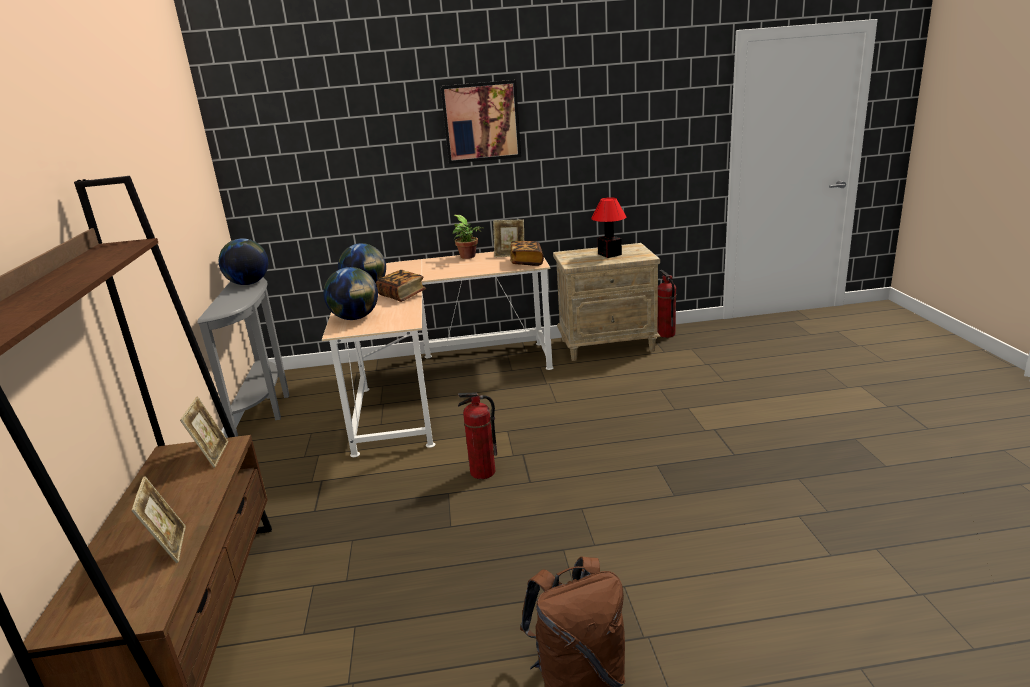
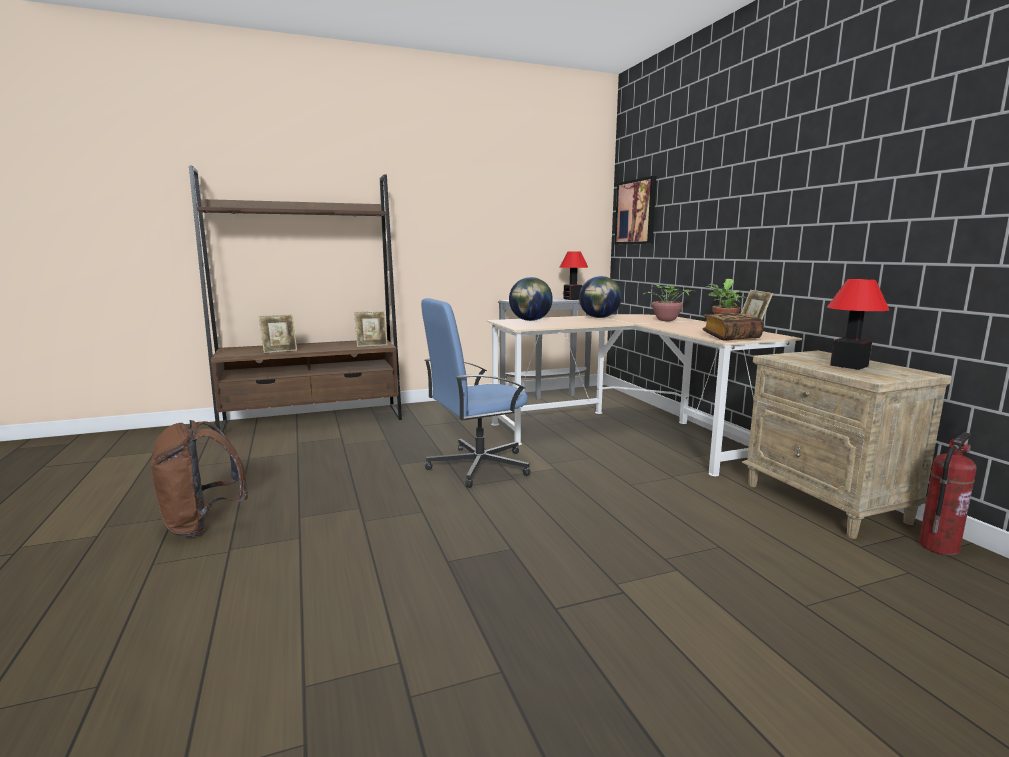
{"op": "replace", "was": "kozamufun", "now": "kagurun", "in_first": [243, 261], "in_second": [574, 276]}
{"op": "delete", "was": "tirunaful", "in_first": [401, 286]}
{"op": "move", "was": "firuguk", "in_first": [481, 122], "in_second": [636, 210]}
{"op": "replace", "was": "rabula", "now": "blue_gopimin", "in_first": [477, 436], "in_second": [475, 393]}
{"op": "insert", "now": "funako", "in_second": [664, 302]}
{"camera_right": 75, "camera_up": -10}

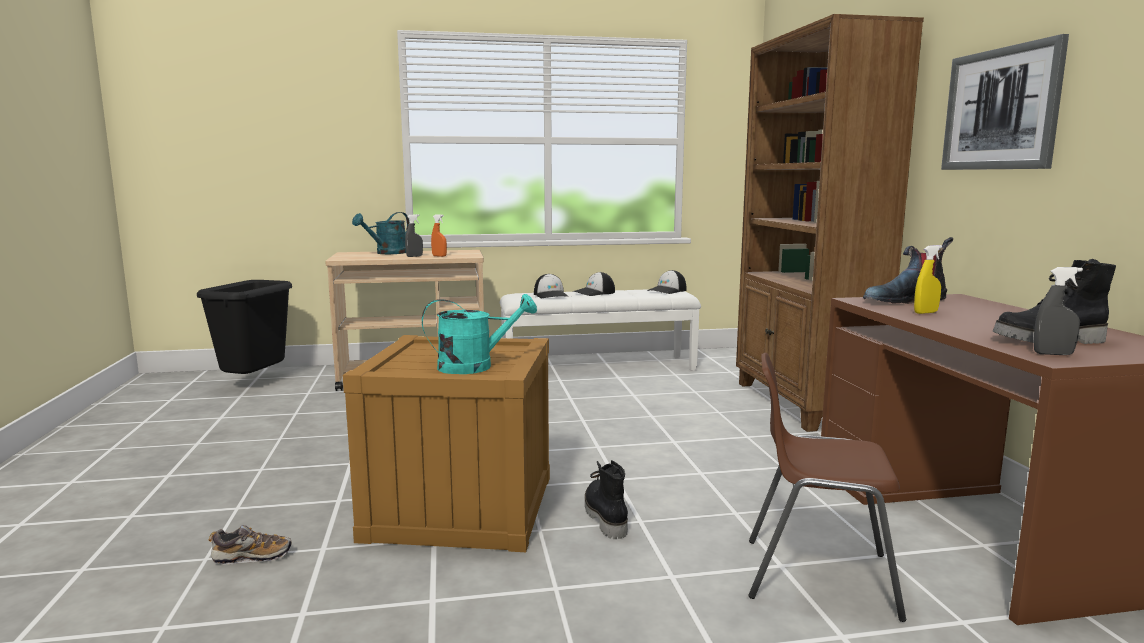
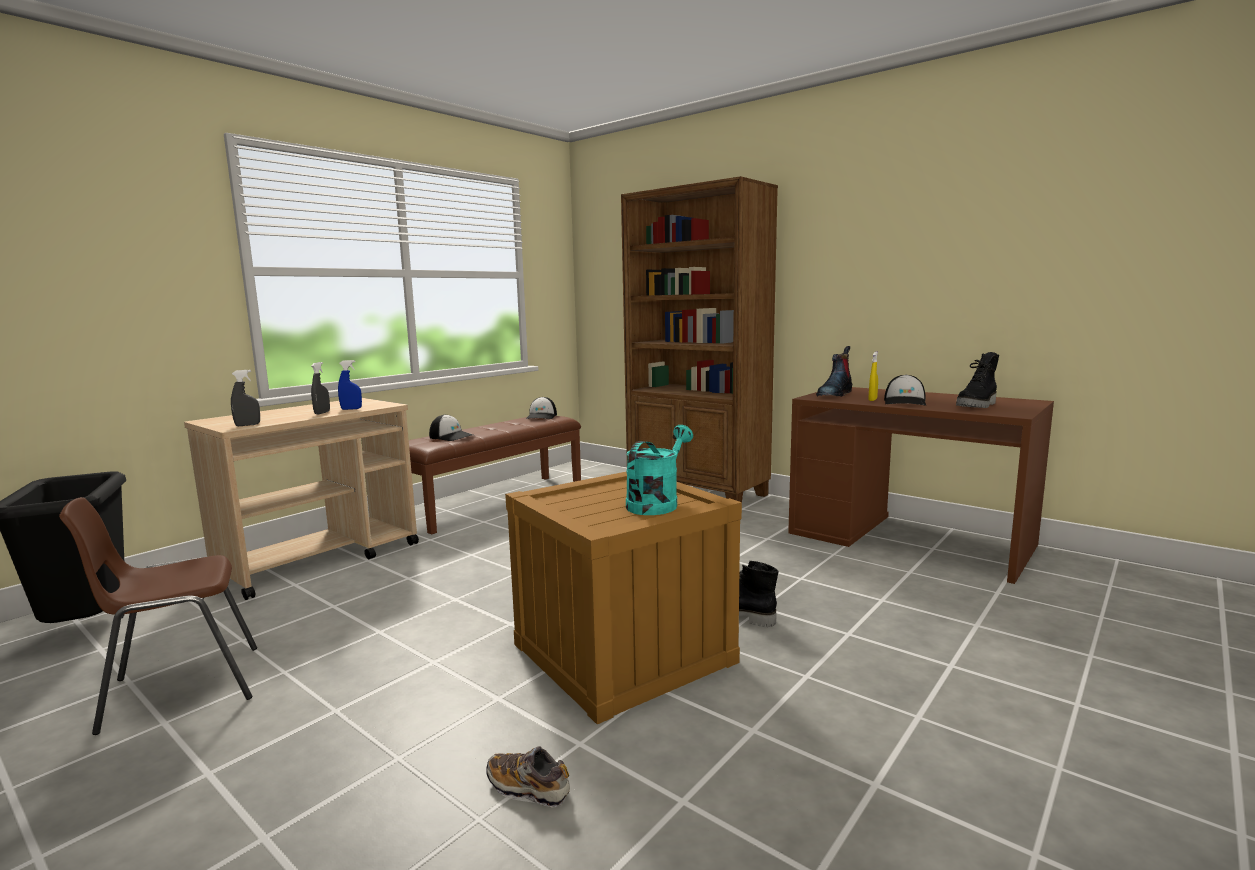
{"op": "rotate", "was": "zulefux", "in_first": [250, 545], "in_second": [528, 777], "clockwise": -105}
{"op": "delete", "was": "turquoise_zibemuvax", "in_first": [381, 233]}
{"op": "recolor", "was": "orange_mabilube", "now": "blue_mabilube", "in_first": [439, 235], "in_second": [350, 385]}
{"op": "recolor", "was": "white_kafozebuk", "now": "brown_kafozebuk", "in_first": [600, 330], "in_second": [495, 475]}
{"op": "move", "was": "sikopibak", "in_first": [594, 284], "in_second": [905, 390]}
{"op": "move", "was": "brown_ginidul", "in_first": [827, 487], "in_second": [158, 616]}
{"op": "delete", "was": "firuguk", "in_first": [1005, 102]}
{"op": "move", "was": "grey_mabilube", "in_first": [1058, 311], "in_second": [245, 398]}
{"camera_right": -40, "camera_up": 0}

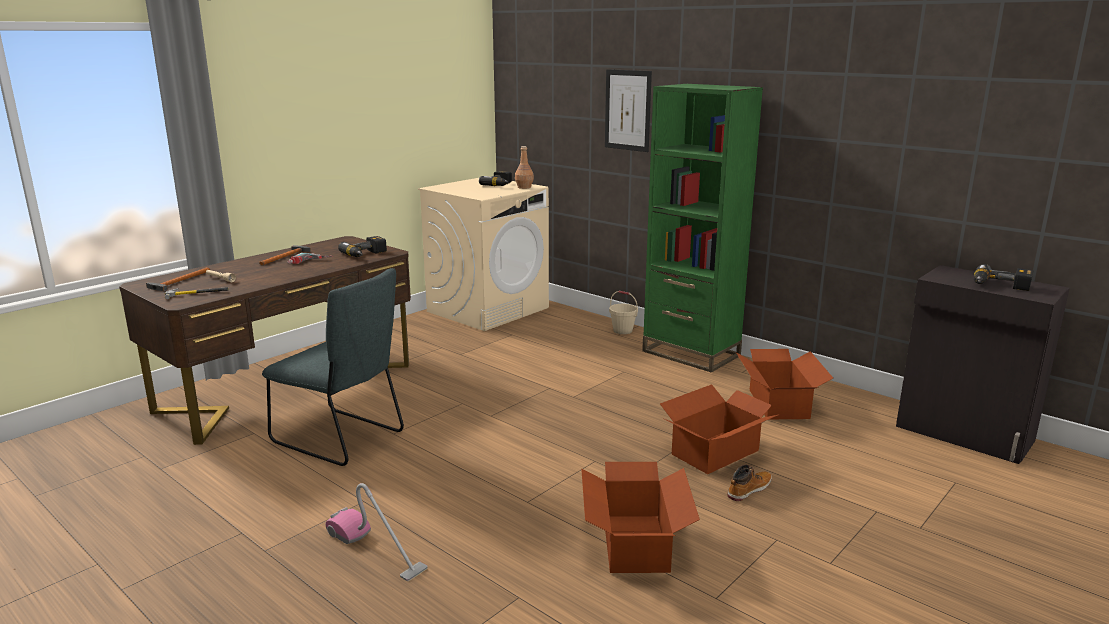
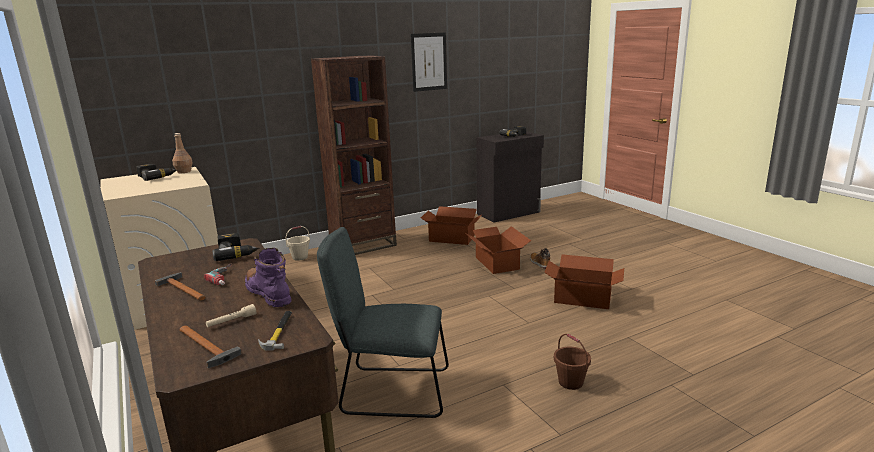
{"op": "rotate", "was": "grey_ginidul", "in_first": [333, 367], "in_second": [383, 322], "clockwise": -135}
{"op": "replace", "was": "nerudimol", "now": "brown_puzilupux", "in_first": [377, 532], "in_second": [572, 362]}
{"op": "move", "was": "firuguk", "in_first": [628, 110], "in_second": [429, 62]}
{"op": "recolor", "was": "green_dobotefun", "now": "brown_dobotefun", "in_first": [702, 228], "in_second": [354, 155]}
{"op": "insert", "now": "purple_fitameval", "in_second": [268, 277]}
{"camera_right": -70, "camera_up": 0}

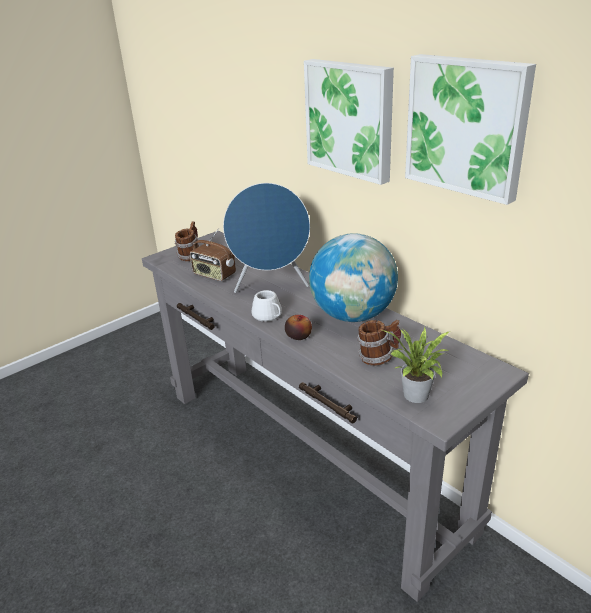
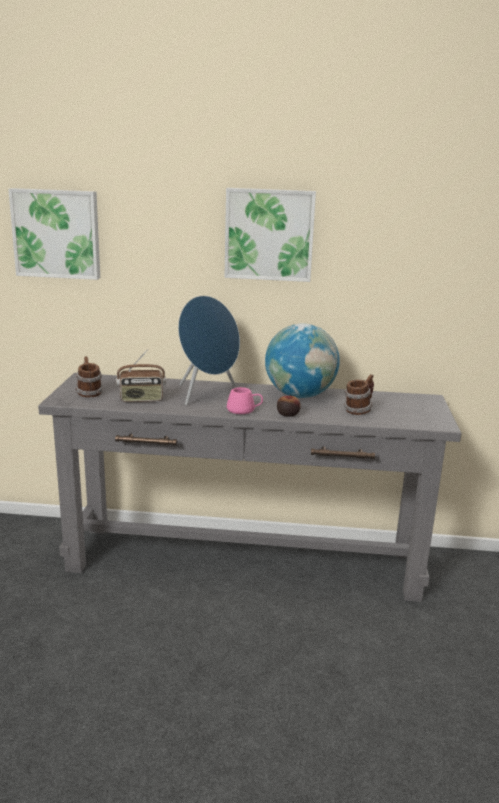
{"op": "recolor", "was": "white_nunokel", "now": "pink_nunokel", "in_first": [267, 306], "in_second": [245, 400]}
{"op": "delete", "was": "funako", "in_first": [415, 365]}
{"op": "move", "was": "firuguk", "in_first": [470, 129], "in_second": [54, 234]}
{"camera_right": -45, "camera_up": -10}

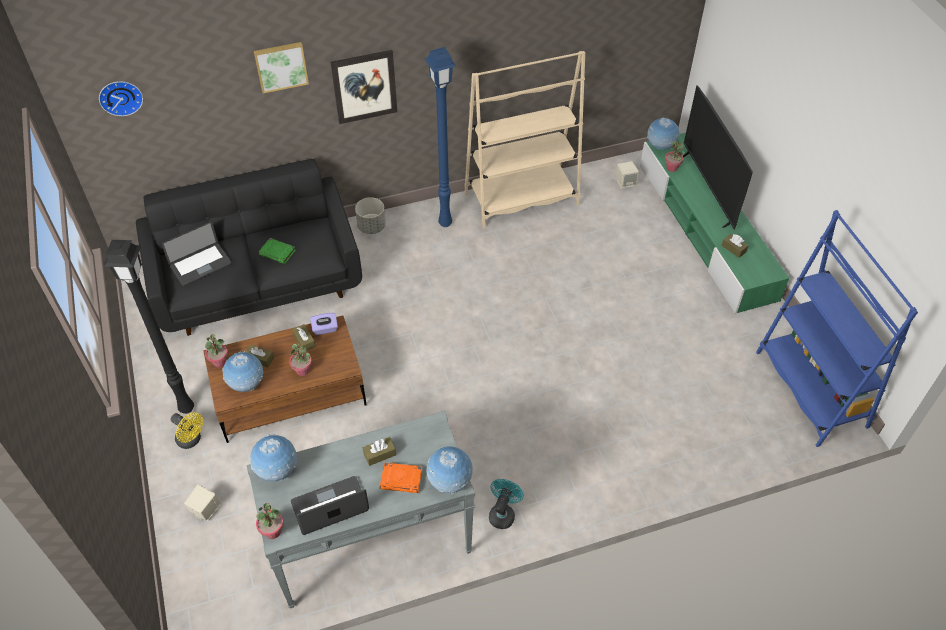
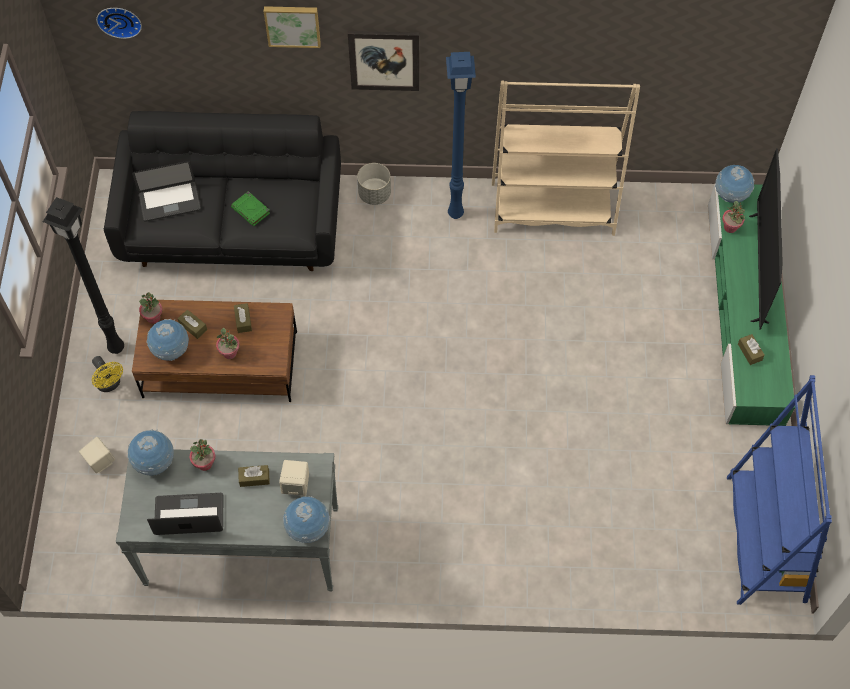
{"op": "move", "was": "funako", "in_first": [270, 521], "in_second": [203, 455]}
{"op": "delete", "was": "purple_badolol", "in_first": [324, 324]}
{"op": "delete", "was": "orange_tirunaful", "in_first": [401, 478]}
{"op": "delete", "was": "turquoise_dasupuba", "in_first": [506, 504]}
{"op": "move", "was": "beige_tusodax", "in_first": [627, 175], "in_second": [294, 478]}
{"camera_right": 20, "camera_up": 10}

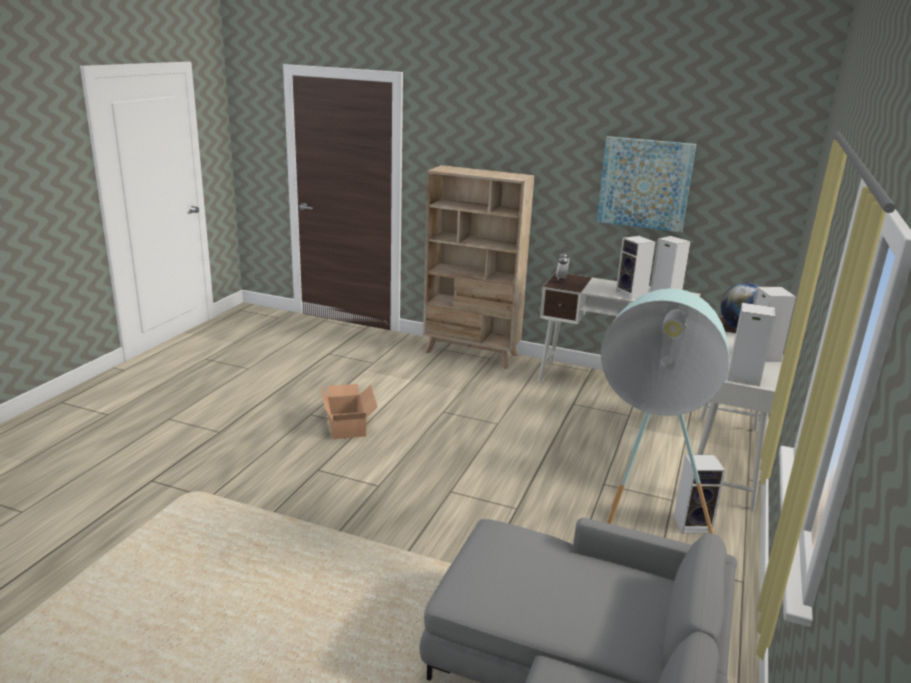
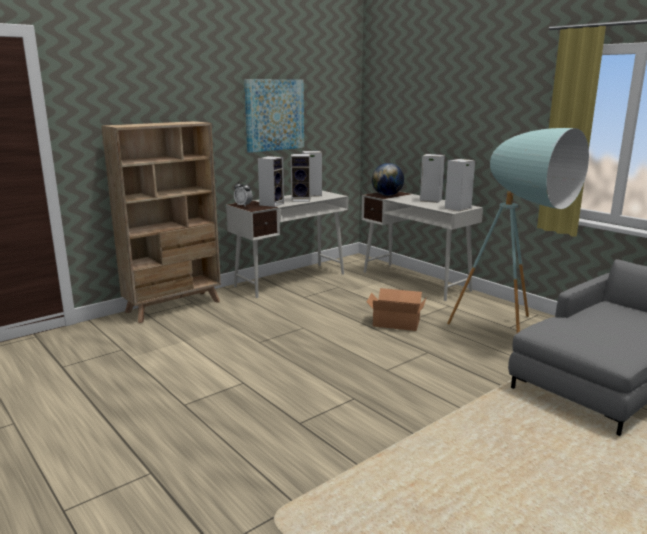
{"op": "move", "was": "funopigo", "in_first": [349, 411], "in_second": [396, 309]}
{"op": "move", "was": "tusodax", "in_first": [699, 494], "in_second": [271, 181]}
{"camera_right": -60, "camera_up": -5}

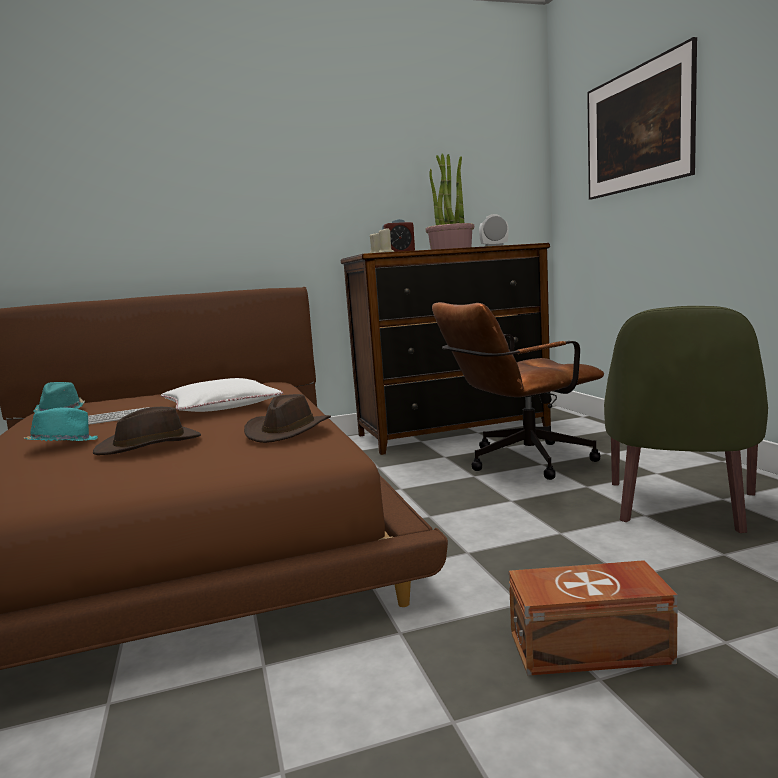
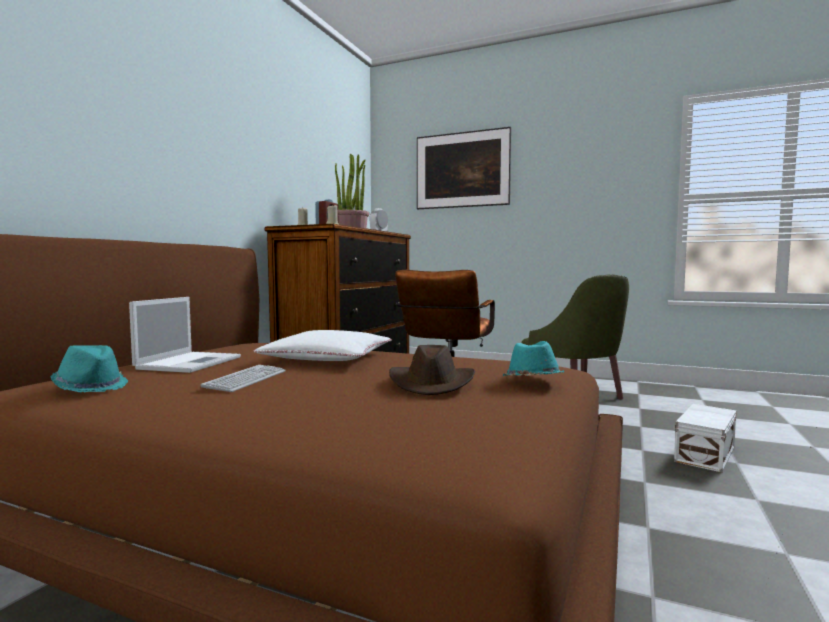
{"op": "move", "was": "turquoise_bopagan", "in_first": [61, 424], "in_second": [533, 358]}
{"op": "delete", "was": "brown_bopagan", "in_first": [287, 418]}
{"op": "recolor", "was": "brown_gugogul", "now": "white_gugogul", "in_first": [593, 618], "in_second": [705, 438]}
{"op": "insert", "now": "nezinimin", "in_second": [185, 335]}
{"camera_right": -50, "camera_up": -5}

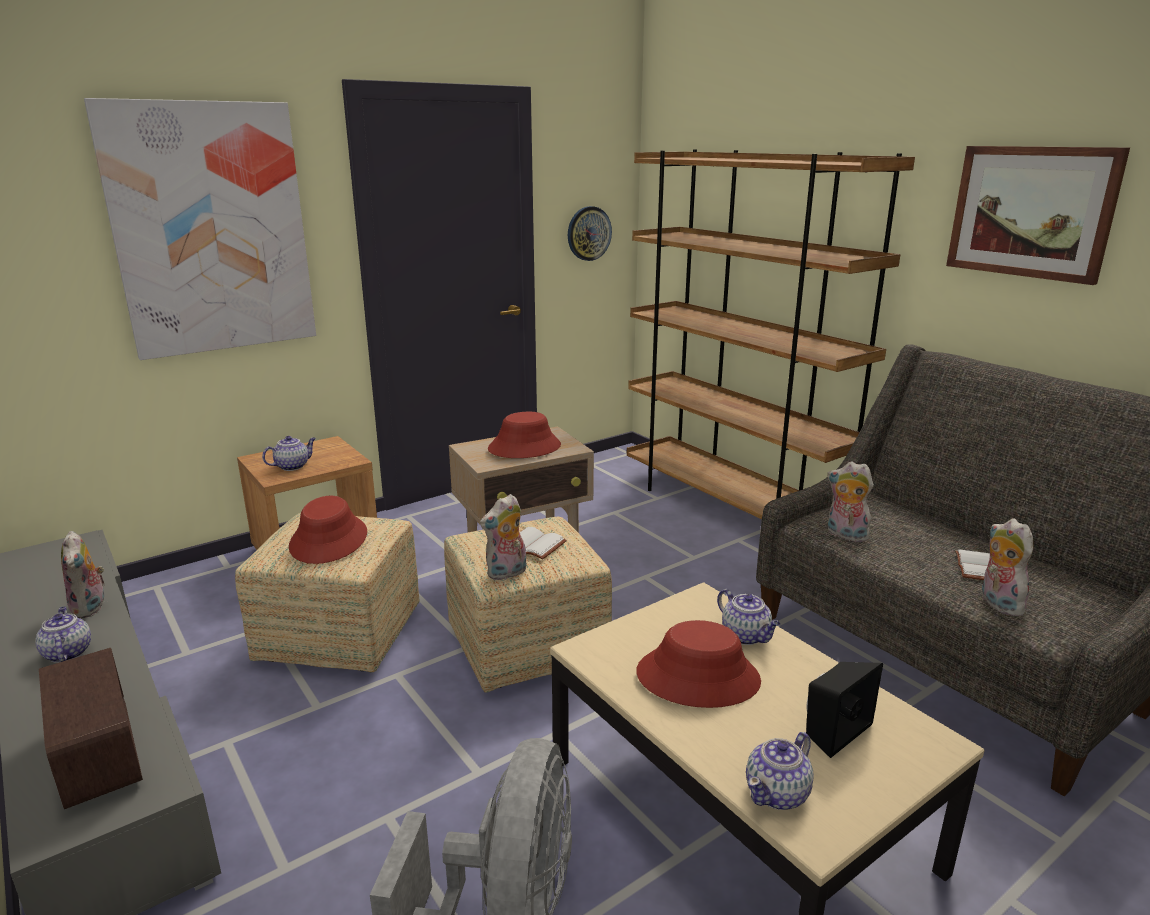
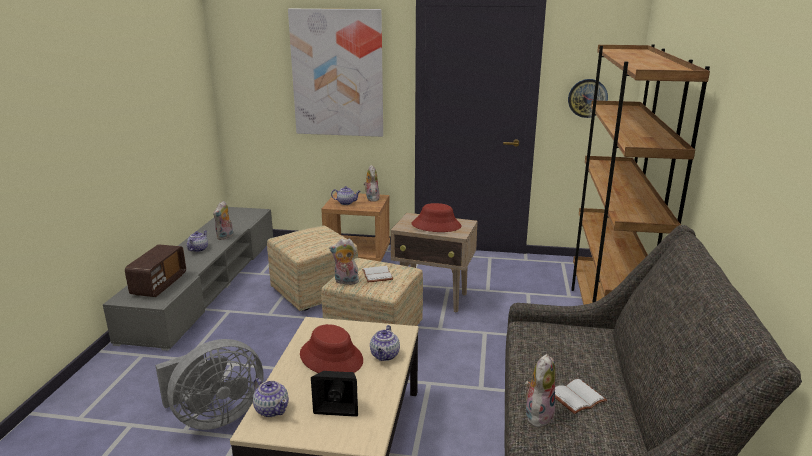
{"op": "delete", "was": "red_bopagan", "in_first": [328, 530]}
{"op": "rotate", "was": "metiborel", "in_first": [780, 771], "in_second": [271, 397], "clockwise": -135}
{"op": "move", "was": "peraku", "in_first": [850, 502], "in_second": [372, 183]}
{"op": "delete", "was": "firuguk", "in_first": [1038, 215]}
{"camera_right": 45, "camera_up": 0}

